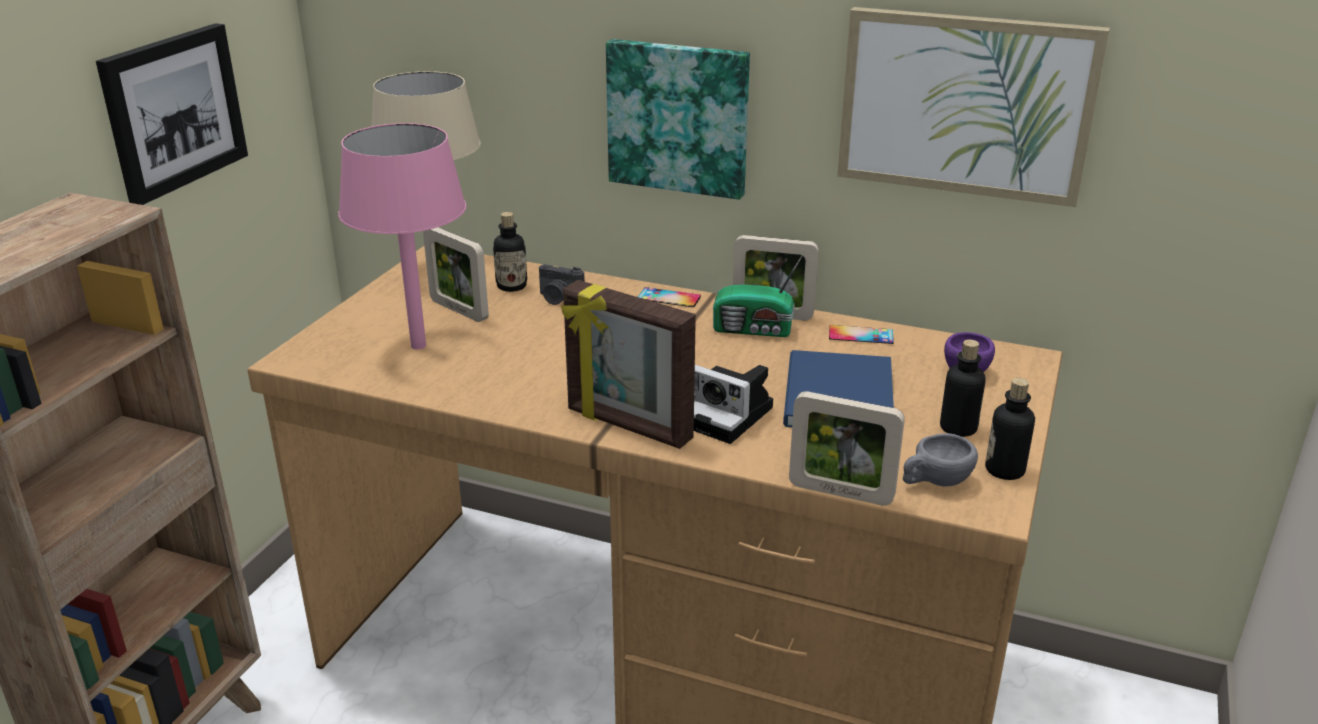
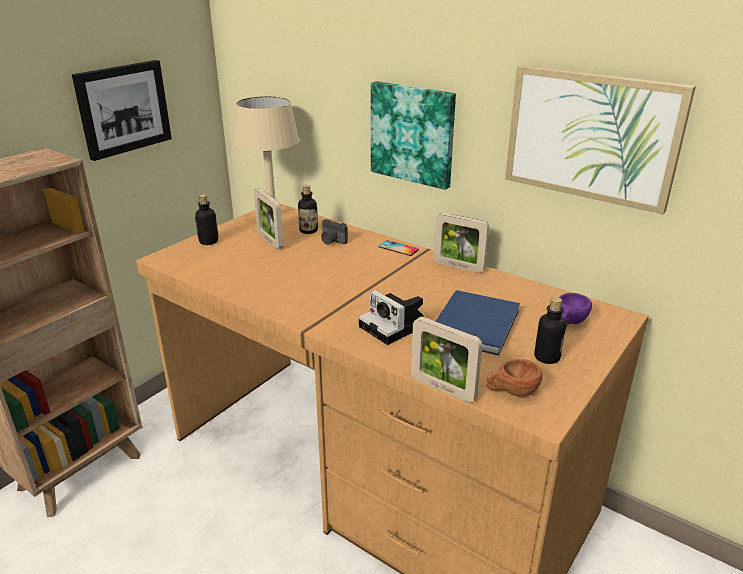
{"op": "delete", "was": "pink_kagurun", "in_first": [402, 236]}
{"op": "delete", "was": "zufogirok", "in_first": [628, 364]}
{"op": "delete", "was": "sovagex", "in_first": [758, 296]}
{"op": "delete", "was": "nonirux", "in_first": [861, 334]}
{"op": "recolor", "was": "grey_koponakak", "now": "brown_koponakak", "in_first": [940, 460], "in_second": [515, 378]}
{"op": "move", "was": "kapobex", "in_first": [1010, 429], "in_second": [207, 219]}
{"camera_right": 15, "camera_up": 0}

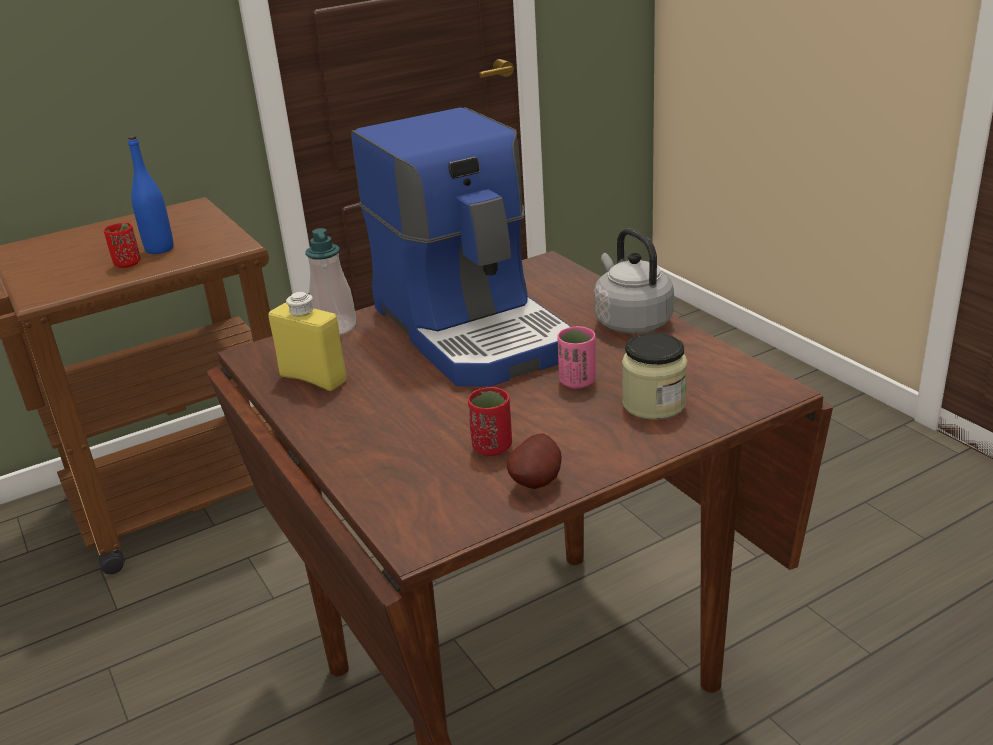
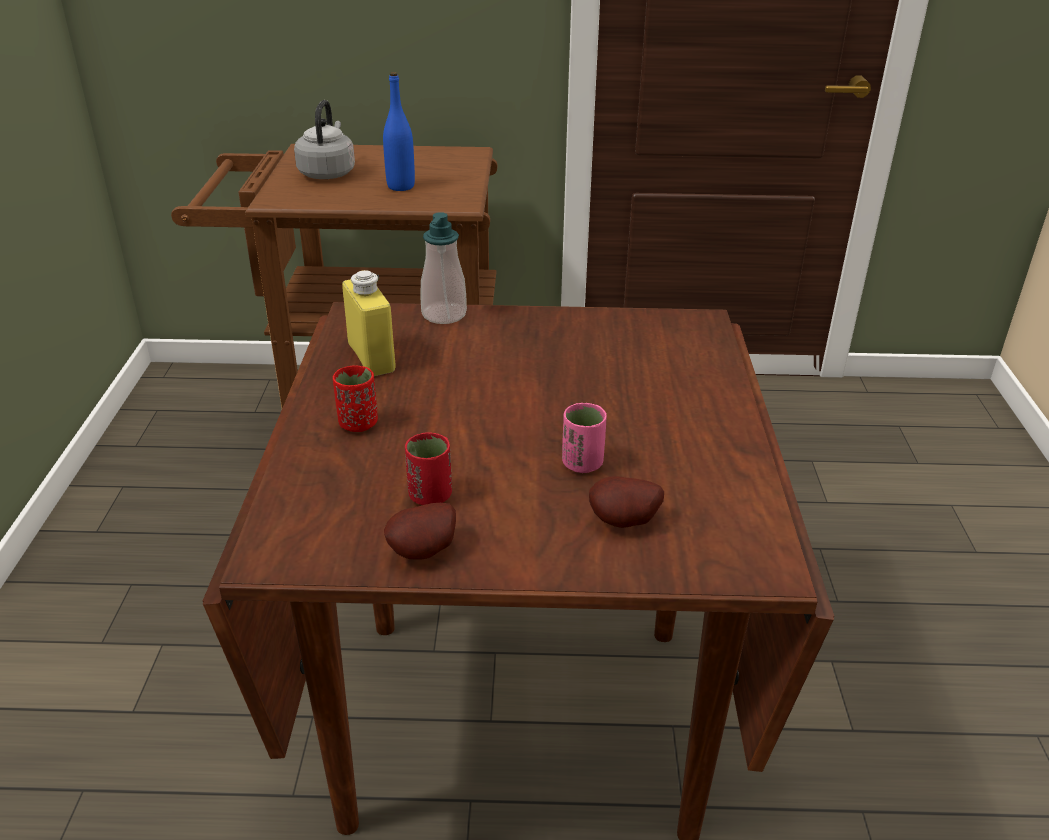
{"op": "move", "was": "red_koponakak", "in_first": [122, 245], "in_second": [355, 398]}
{"op": "delete", "was": "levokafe", "in_first": [461, 247]}
{"op": "move", "was": "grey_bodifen", "in_first": [634, 281], "in_second": [324, 139]}
{"op": "replace", "was": "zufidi", "now": "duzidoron", "in_first": [654, 376], "in_second": [626, 502]}
{"camera_right": 30, "camera_up": 5}

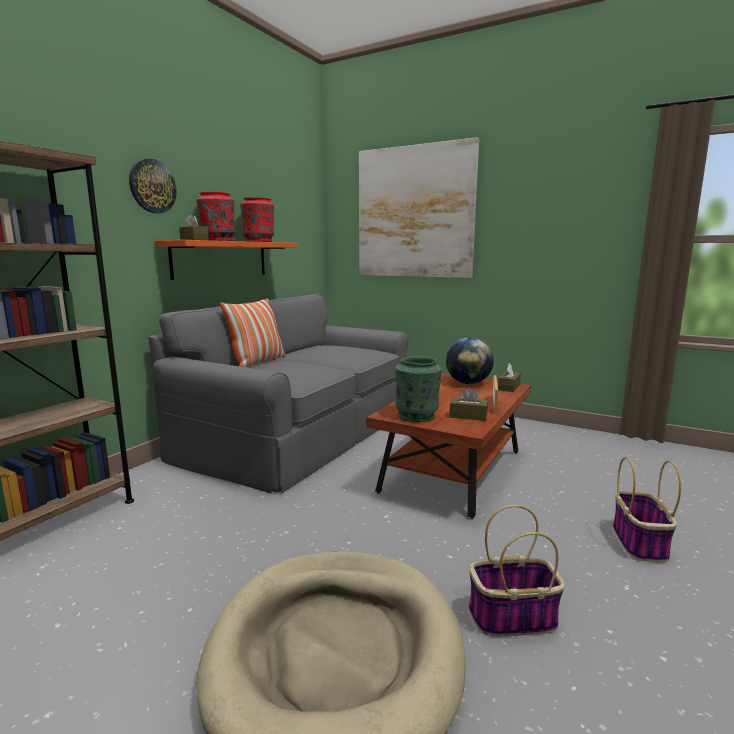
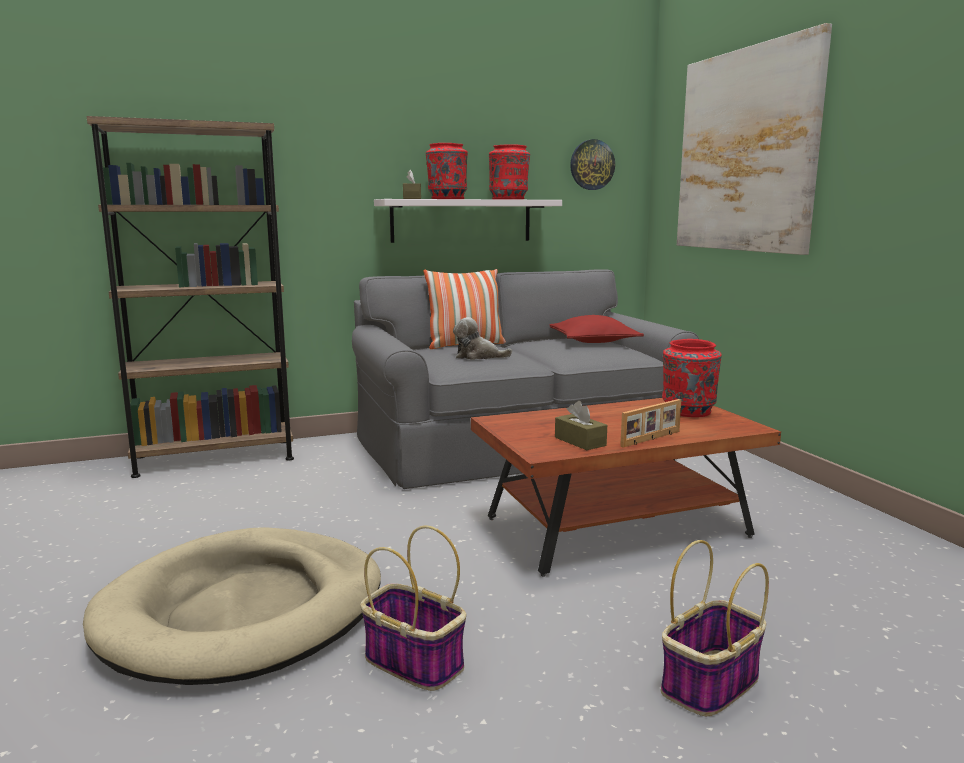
{"op": "move", "was": "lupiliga", "in_first": [152, 186], "in_second": [592, 164]}
{"op": "recolor", "was": "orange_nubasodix", "now": "white_nubasodix", "in_first": [226, 260], "in_second": [468, 221]}
{"op": "delete", "was": "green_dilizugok", "in_first": [418, 389]}
{"op": "replace", "was": "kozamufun", "now": "red_dilizugok", "in_first": [470, 360], "in_second": [692, 378]}
{"op": "delete", "was": "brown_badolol", "in_first": [509, 377]}
{"op": "insert", "now": "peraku", "in_second": [482, 338]}
{"op": "insert", "now": "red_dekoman", "in_second": [597, 329]}
{"camera_right": 40, "camera_up": 0}

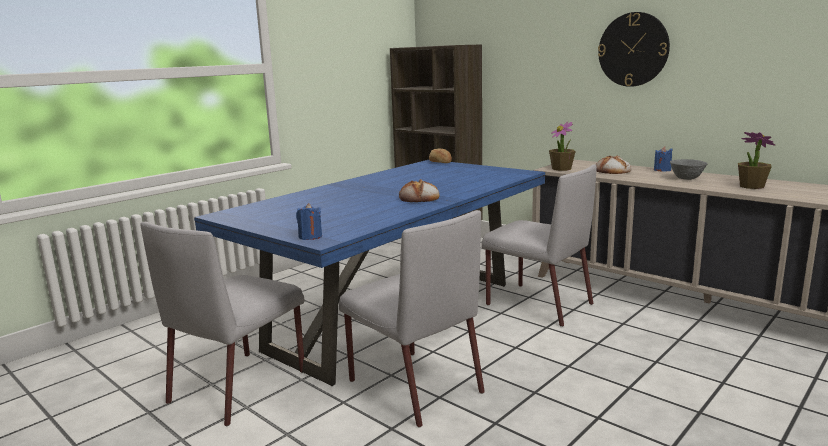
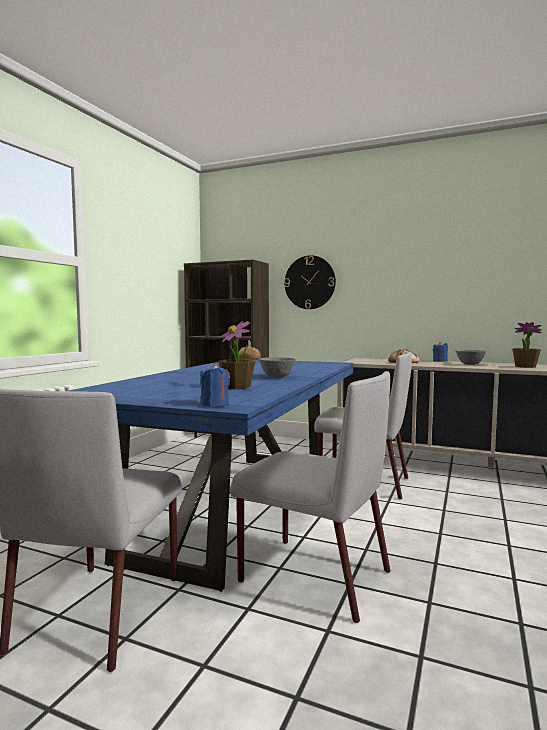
{"op": "replace", "was": "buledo", "now": "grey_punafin", "in_first": [419, 190], "in_second": [277, 367]}
{"op": "move", "was": "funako", "in_first": [562, 146], "in_second": [236, 355]}
{"op": "move", "was": "lupiliga", "in_first": [634, 49], "in_second": [310, 282]}
{"camera_right": -20, "camera_up": -10}

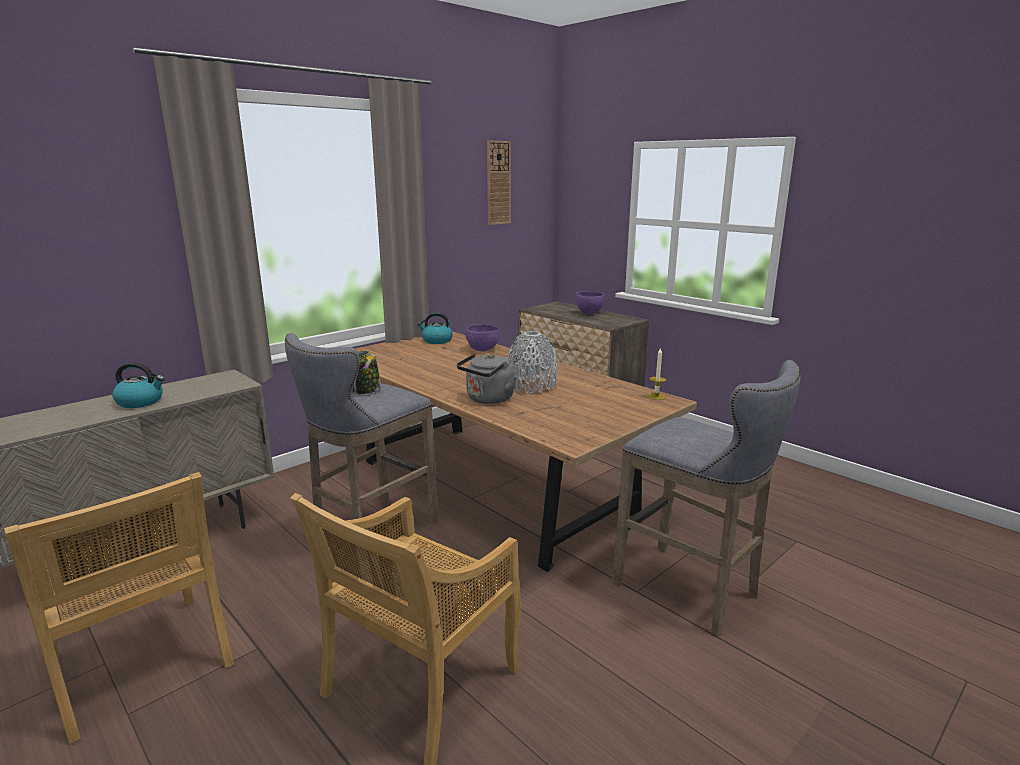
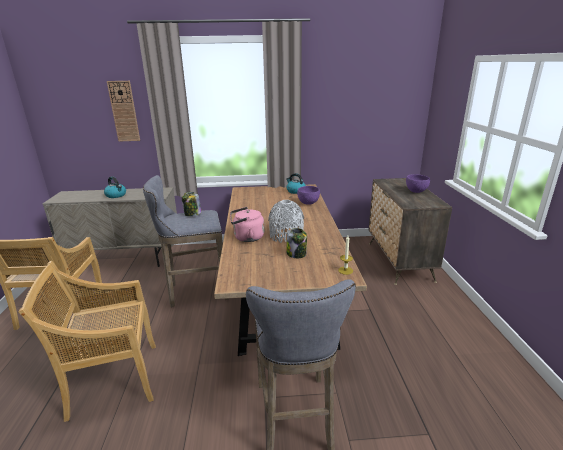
{"op": "recolor", "was": "grey_bodifen", "now": "pink_bodifen", "in_first": [487, 378], "in_second": [247, 224]}
{"op": "move", "was": "lupiliga", "in_first": [499, 182], "in_second": [123, 111]}
{"op": "insert", "now": "zufidi", "in_second": [296, 243]}
{"camera_right": 40, "camera_up": 5}

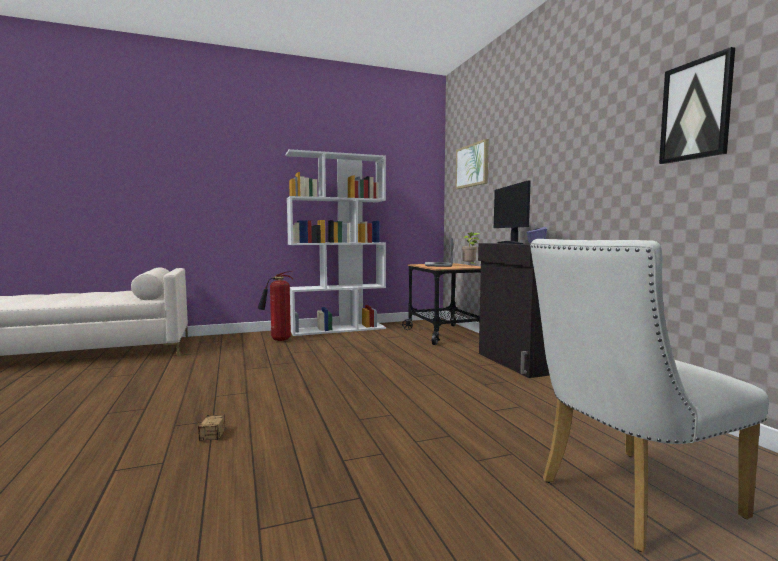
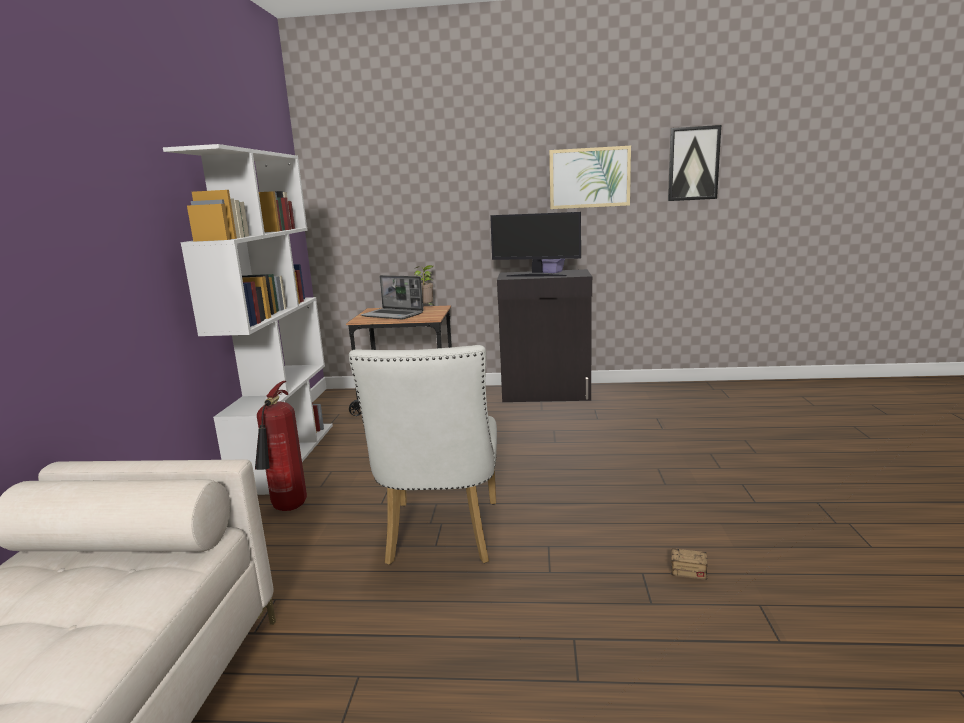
{"op": "move", "was": "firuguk", "in_first": [472, 164], "in_second": [590, 177]}
{"op": "move", "was": "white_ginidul", "in_first": [649, 395], "in_second": [423, 455]}
{"camera_right": -65, "camera_up": 10}

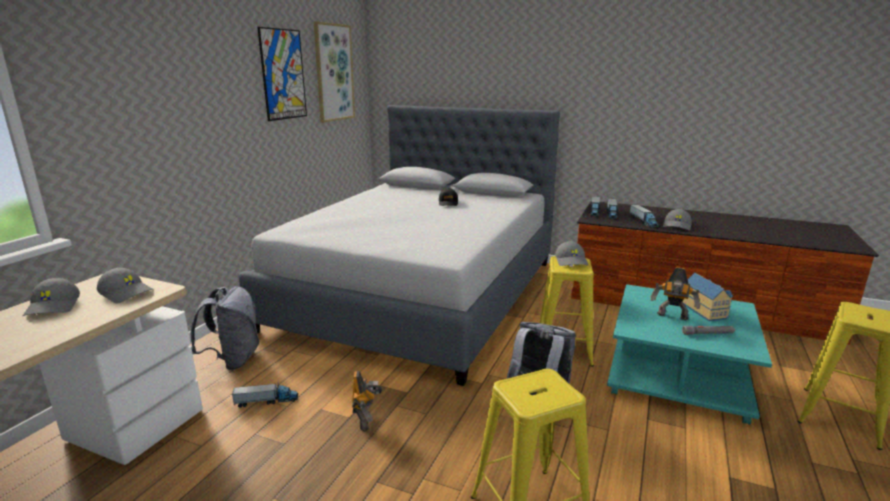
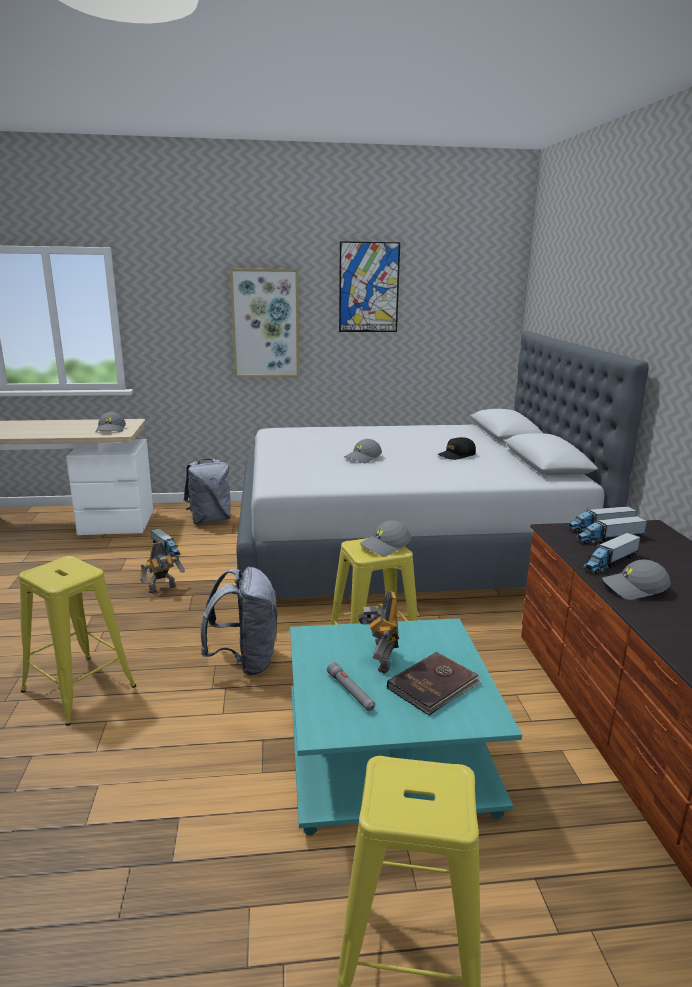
{"op": "move", "was": "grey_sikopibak", "in_first": [51, 297], "in_second": [363, 451]}
{"op": "move", "was": "firuguk", "in_first": [334, 72], "in_second": [264, 323]}
{"op": "replace", "was": "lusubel", "now": "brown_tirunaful", "in_first": [707, 297], "in_second": [434, 683]}
{"camera_right": 60, "camera_up": 0}

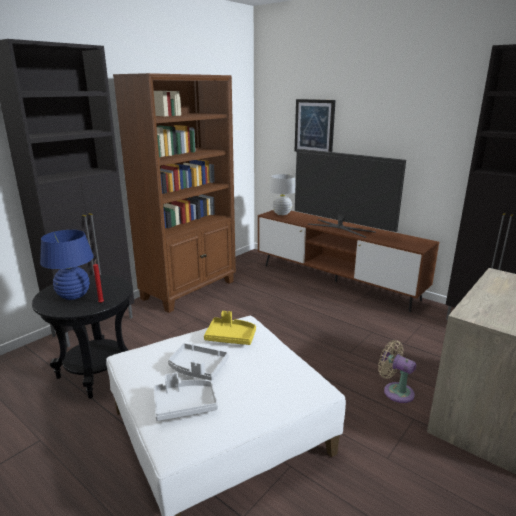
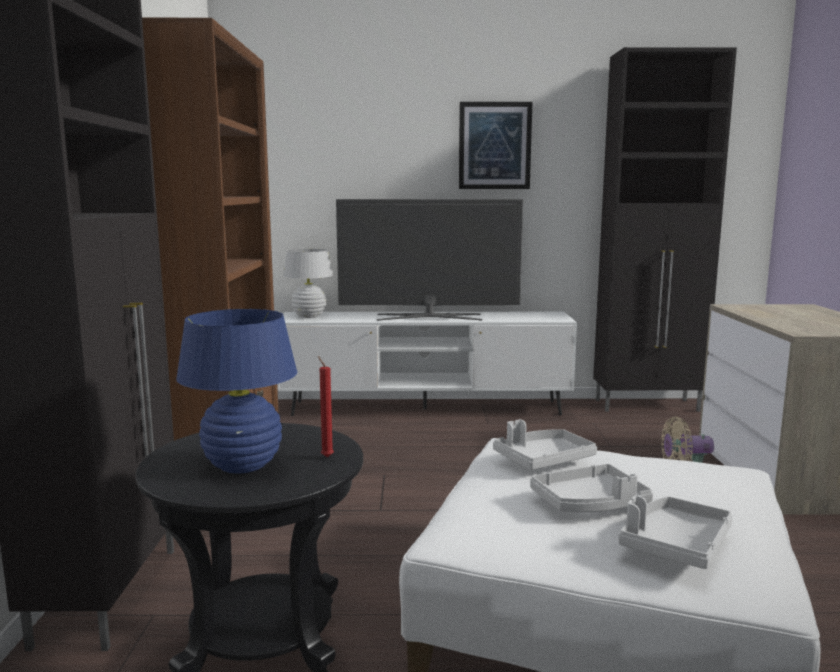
{"op": "recolor", "was": "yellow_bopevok", "now": "grey_bopevok", "in_first": [230, 328], "in_second": [545, 444]}
{"op": "recolor", "was": "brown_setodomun", "now": "white_setodomun", "in_first": [348, 261], "in_second": [427, 364]}
{"op": "move", "was": "firuguk", "in_first": [315, 125], "in_second": [495, 145]}
{"camera_right": -40, "camera_up": -10}

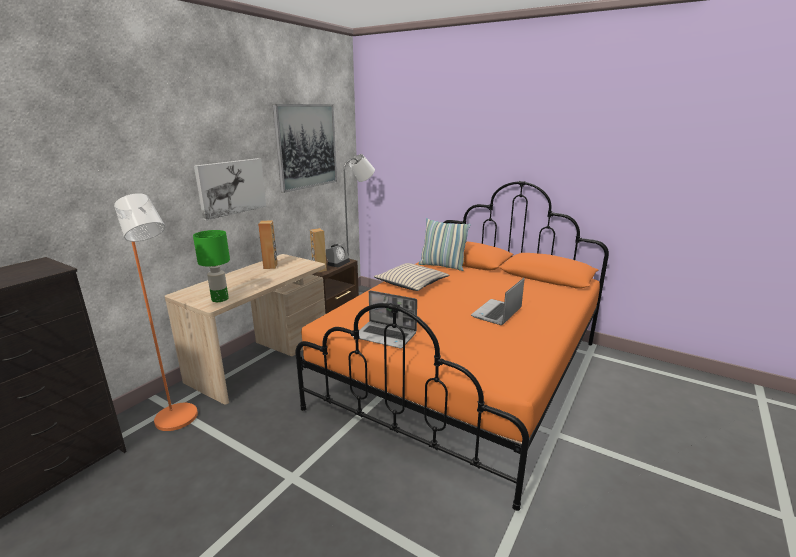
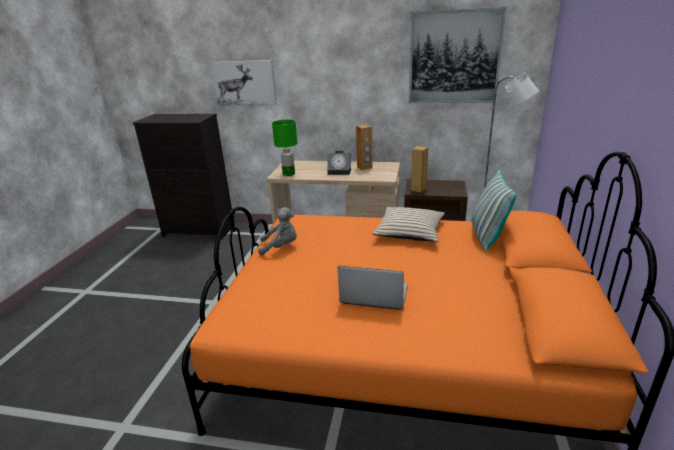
{"op": "delete", "was": "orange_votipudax", "in_first": [156, 312]}
{"op": "move", "was": "firuguk", "in_first": [230, 189], "in_second": [244, 83]}
{"op": "move", "was": "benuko", "in_first": [337, 255], "in_second": [339, 163]}
{"op": "replace", "was": "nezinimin", "now": "grey_peraku", "in_first": [385, 319], "in_second": [277, 231]}
{"camera_right": 70, "camera_up": 5}

